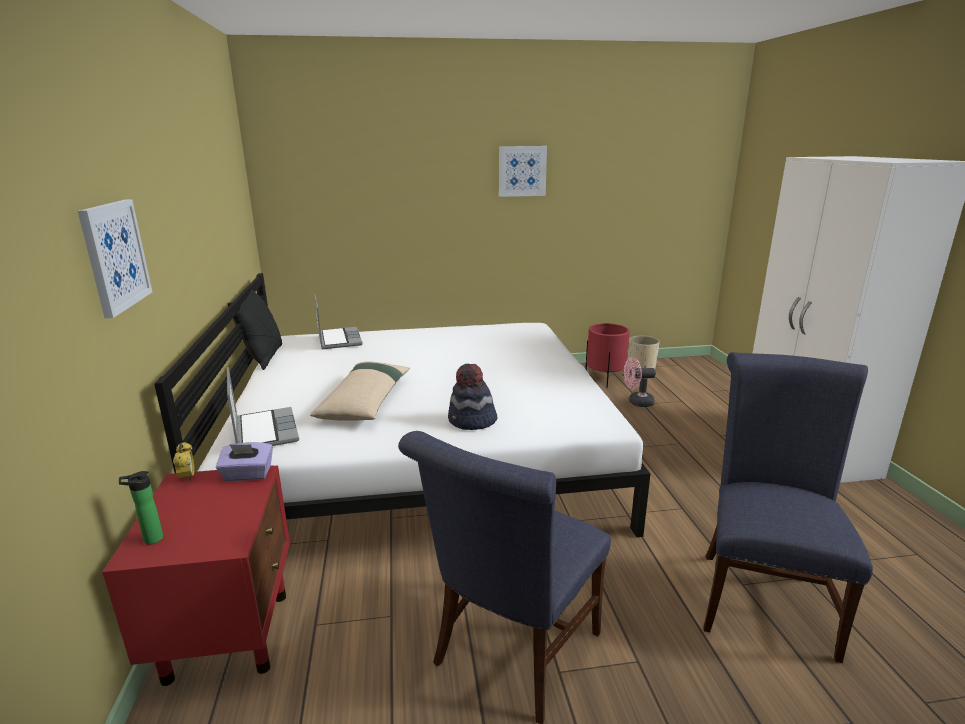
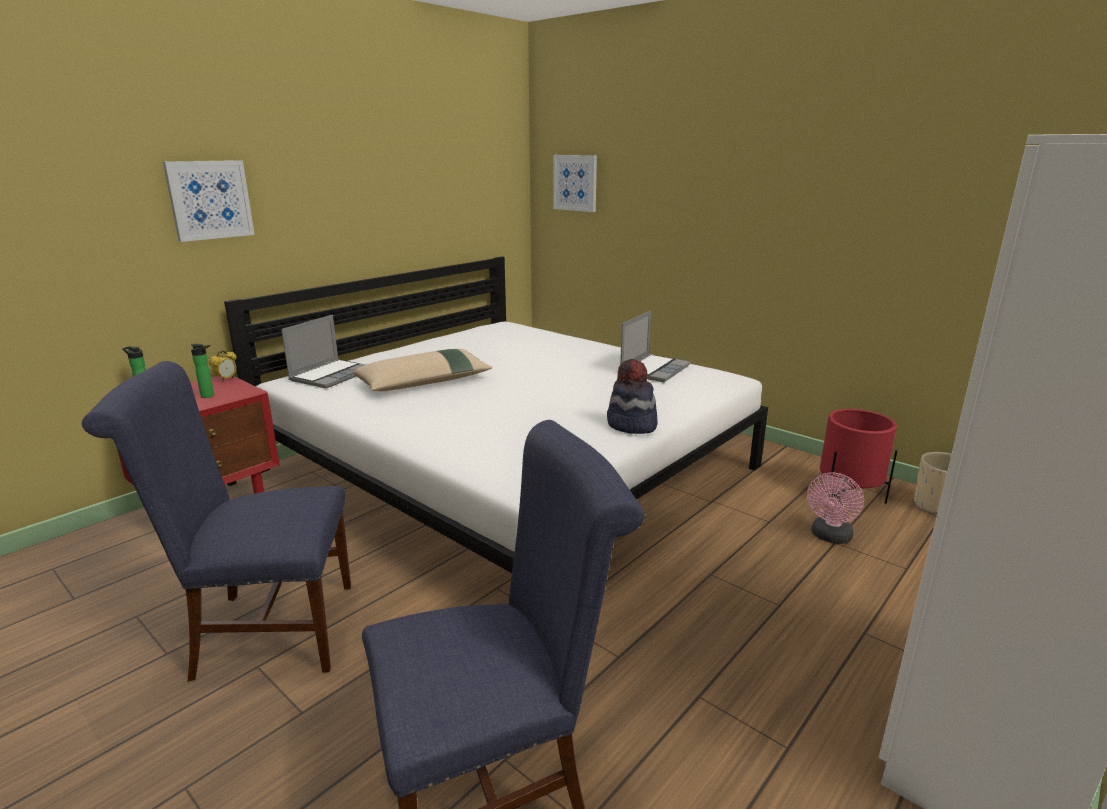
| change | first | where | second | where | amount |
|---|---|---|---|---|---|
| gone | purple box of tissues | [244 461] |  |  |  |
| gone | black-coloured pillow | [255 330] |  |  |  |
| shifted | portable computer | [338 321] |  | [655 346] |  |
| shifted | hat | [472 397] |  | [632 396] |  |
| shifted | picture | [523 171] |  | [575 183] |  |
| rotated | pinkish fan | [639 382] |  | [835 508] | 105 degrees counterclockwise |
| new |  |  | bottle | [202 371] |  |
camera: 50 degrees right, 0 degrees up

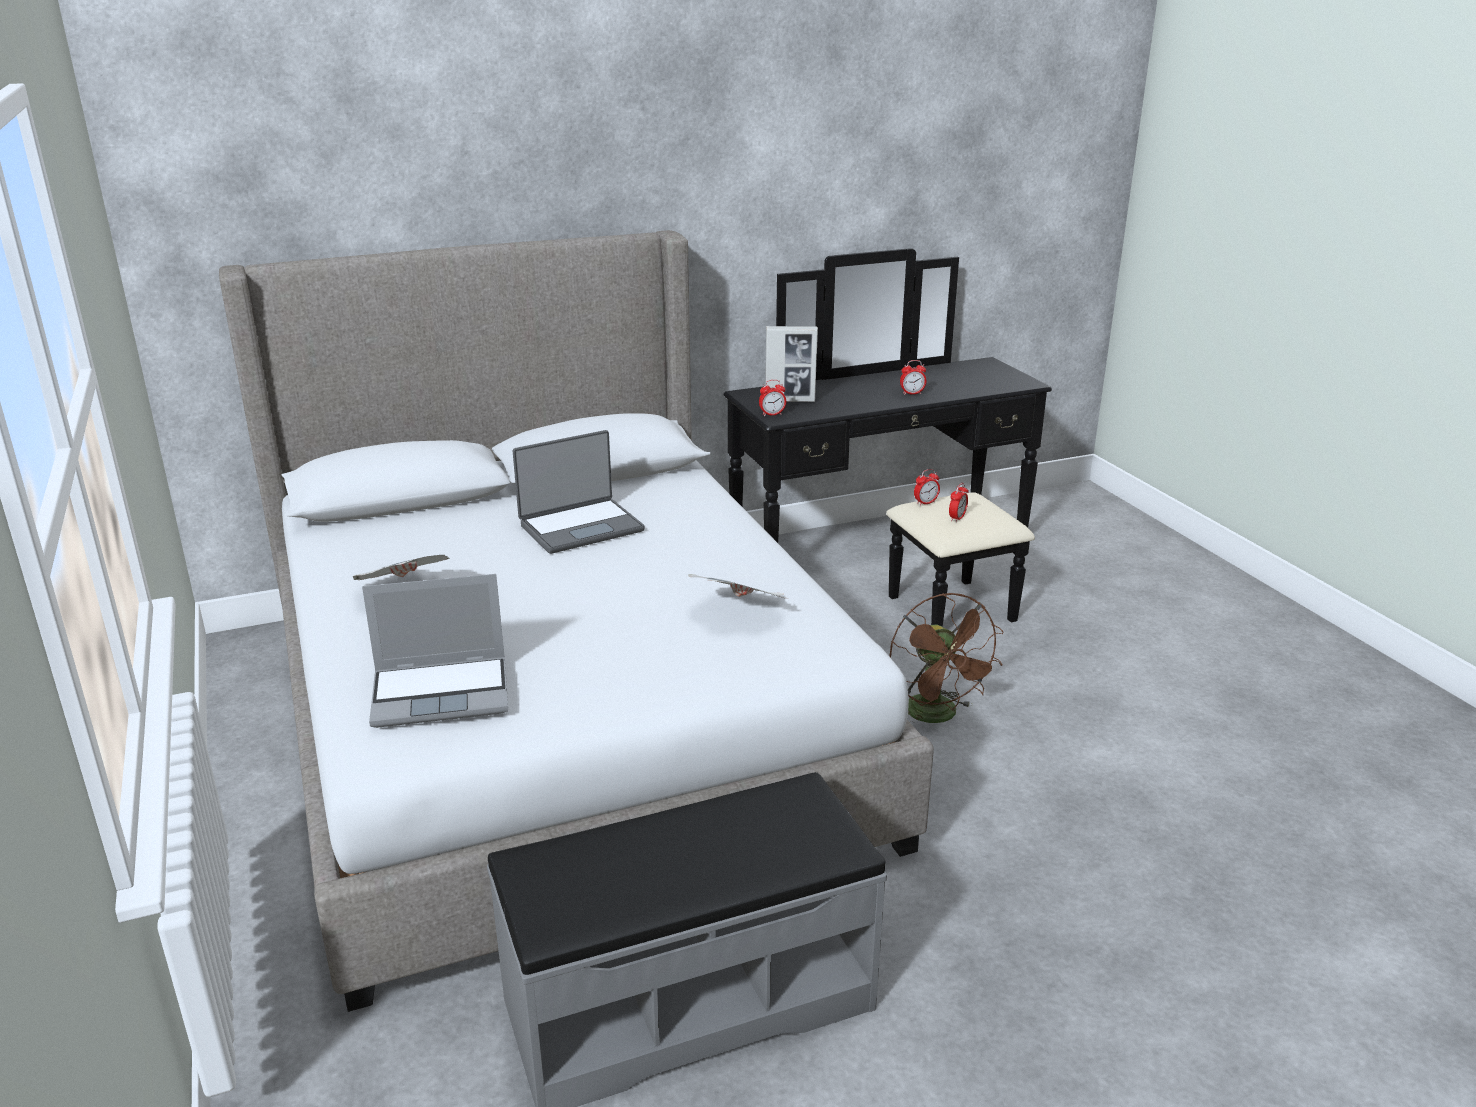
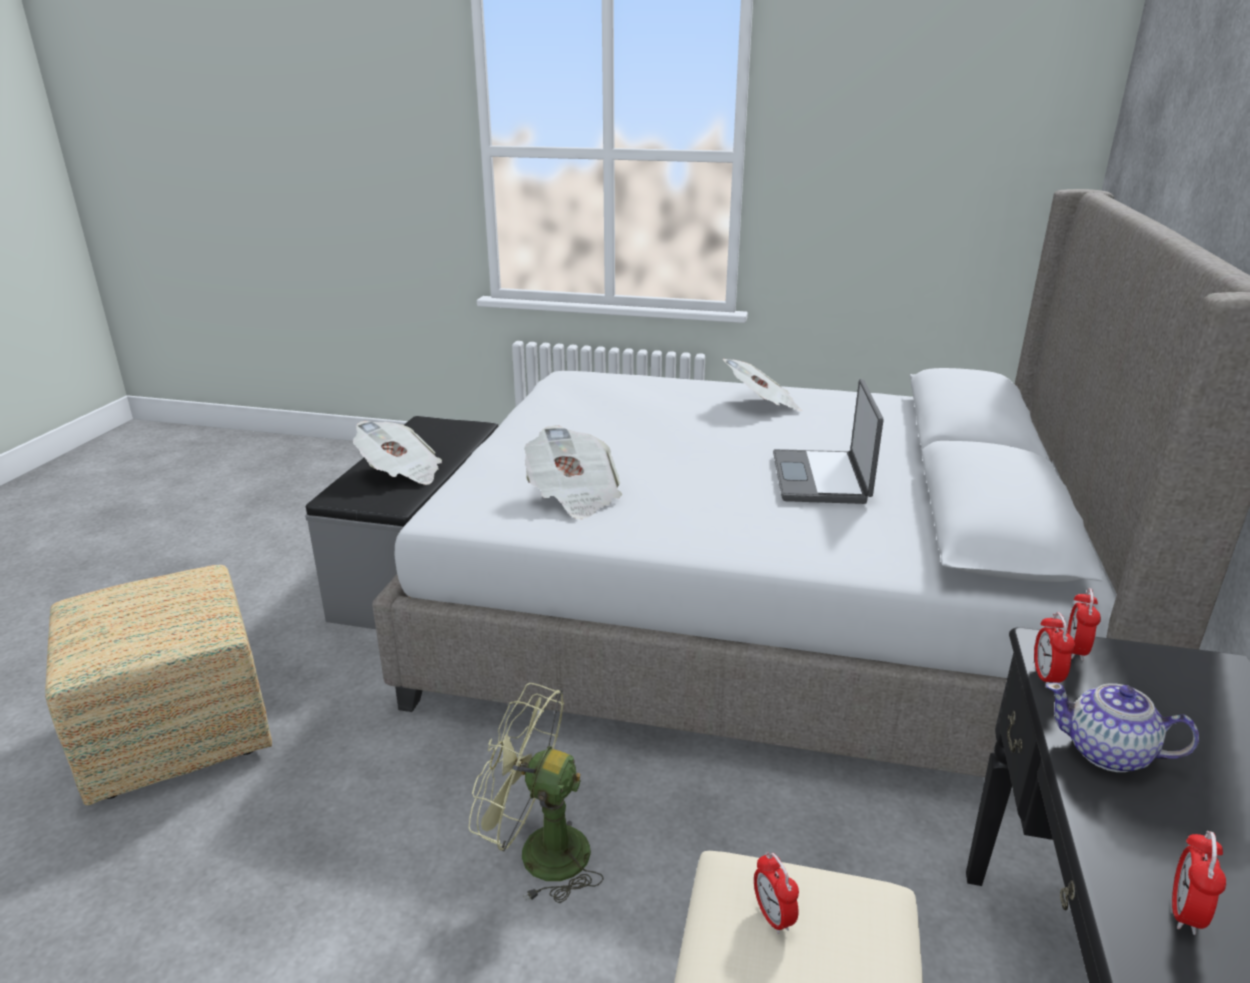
| change | first | where | second | where | amount |
|---|---|---|---|---|---|
| gone | portable computer | [435 651] |  |  |  |
| gone | picture frame | [791 364] |  |  |  |
| repainted | brown fan | [946 658] | greenish fan | [536 793] |  |
| shifted | alarm clock | [927 487] |  | [1054 650] |  |
| new |  |  | pouffe | [158 685] |  |
| new |  |  | daily paper | [397 453] |  |
| new |  |  | teapot | [1122 727] |  |
camera: 125 degrees right, 0 degrees up

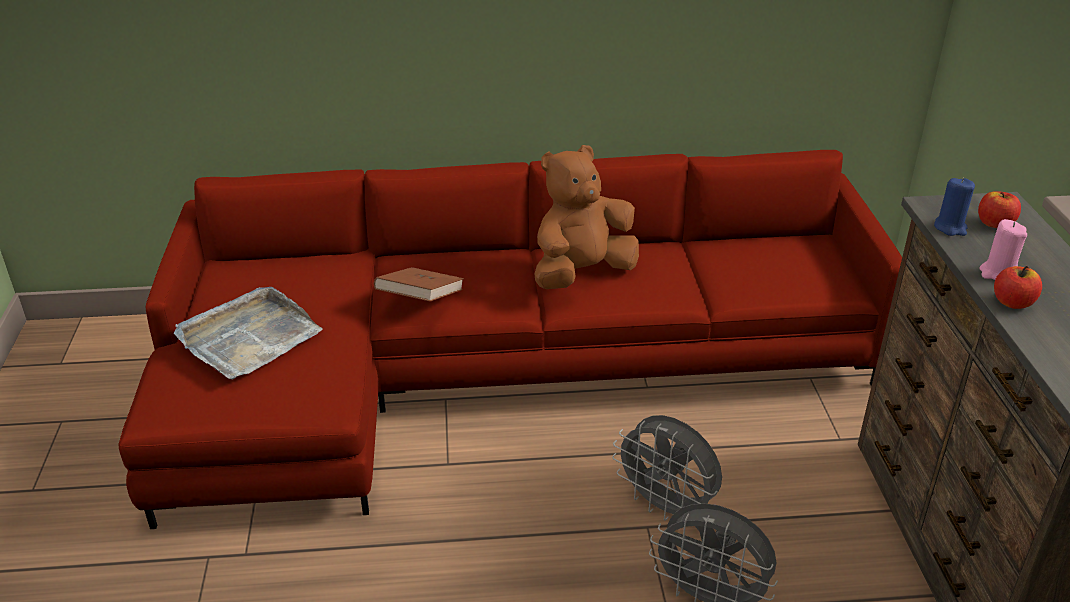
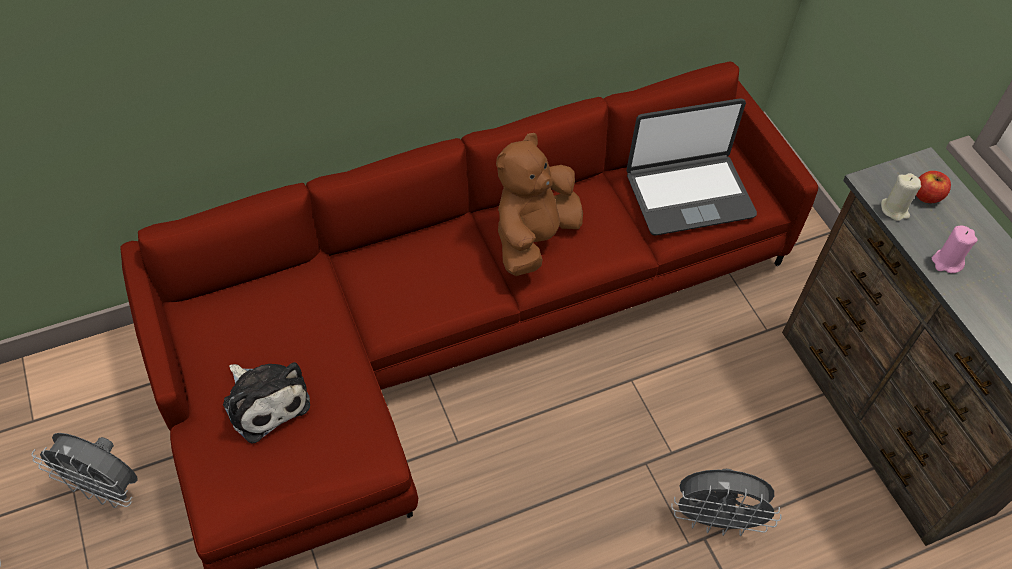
| change | first | where | second | where | amount |
|---|---|---|---|---|---|
| swapped | grey carrying tray | [248 333] | cuddly toy | [266 403] |  |
| gone | brown volume | [419 284] |  |  |  |
| shifted | grey fan | [667 468] |  | [84 470] |  |
| repainted | blue wax light | [954 207] | beige-coloured wax light | [901 197] |  |
| gone | whole apple | [1018 287] |  |  |  |
| new |  |  | portable computer | [691 167] |  |
camera: 20 degrees left, 20 degrees up

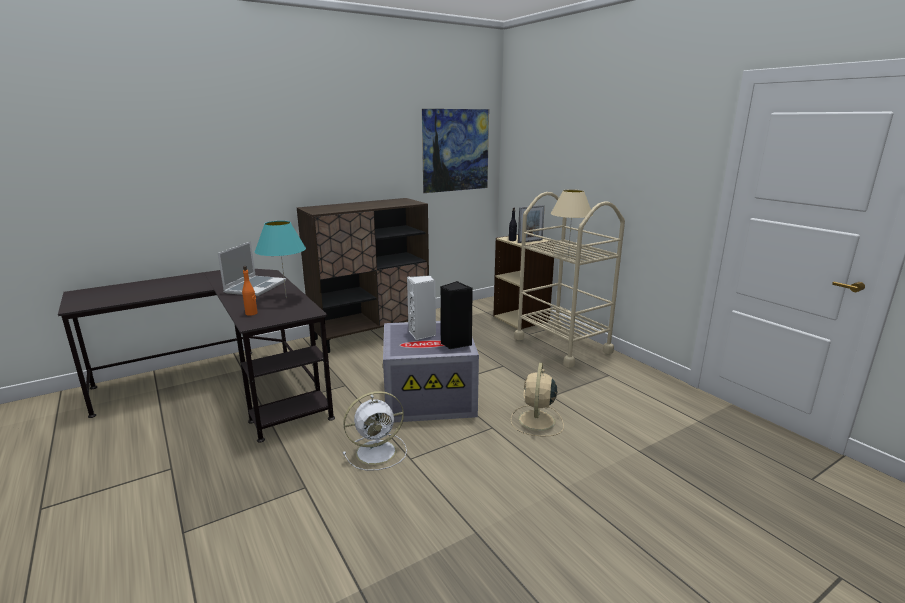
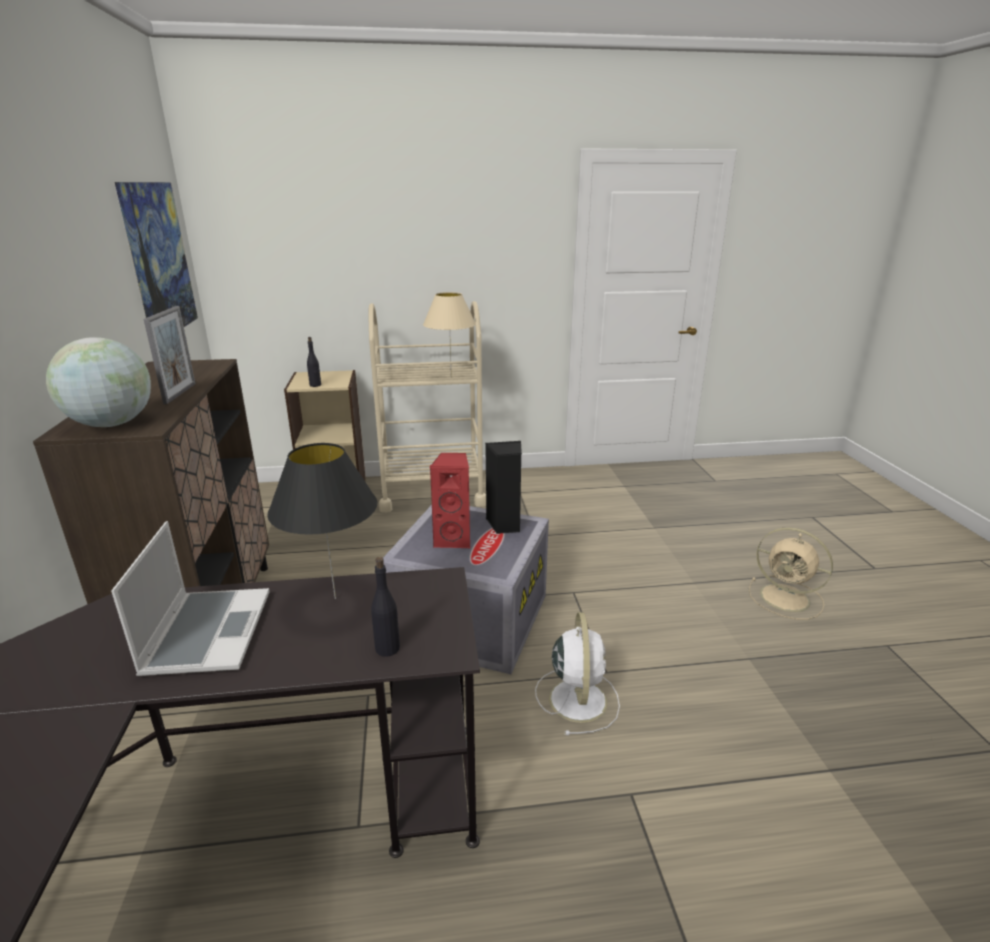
| change | first | where | second | where | amount |
|---|---|---|---|---|---|
| rotated | portable computer | [252 268] |  | [190 598] | 45 degrees clockwise |
| repainted | orangey bottle | [250 291] | black-coloured bottle | [385 607] |  |
| repainted | turquoise-coloured tabletop lamp | [280 259] | black-coloured tabletop lamp | [322 521] |  |
| repainted | white loudspeaker | [421 307] | red loudspeaker | [450 500] |  |
| shifted | beige-coloured fan | [537 399] |  | [791 573] |  |
| shifted | picture frame | [531 224] |  | [170 355] |  |
| new |  |  | globe | [98 382] |  |
camera: 65 degrees left, 5 degrees up

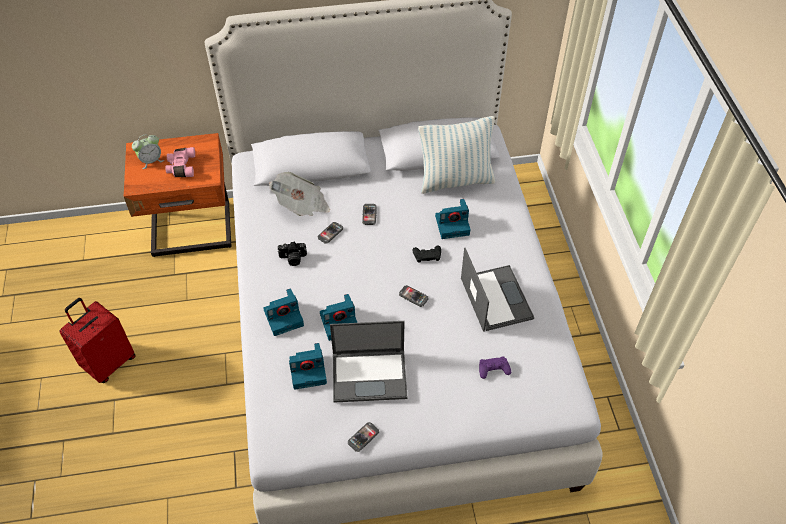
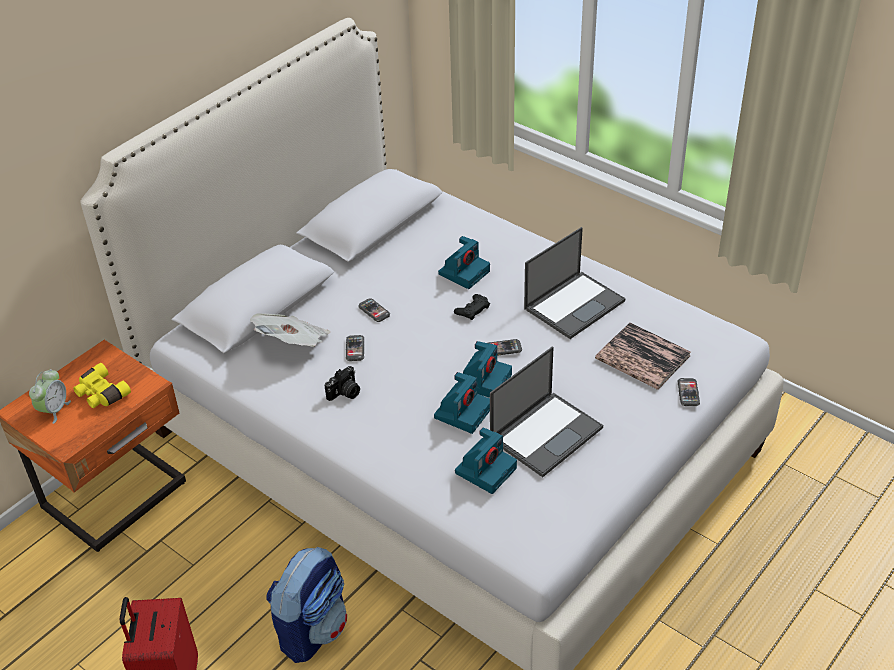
| change | first | where | second | where | amount |
|---|---|---|---|---|---|
| repainted | pinkish field glasses | [180 162] | yellow field glasses | [102 385] |  |
| shifted | photo camera | [283 312] |  | [485 369] |  |
| shifted | phone | [363 437] |  | [688 392] |  |
| gone | pillow | [456 155] |  |  |  |
| rotated | portable computer | [497 290] |  | [574 283] | 105 degrees clockwise |
| swapped | purple game controller | [495 367] | volume | [643 356] |  |
| new |  |  | backpack | [306 605] |  |
camera: 40 degrees left, 10 degrees down

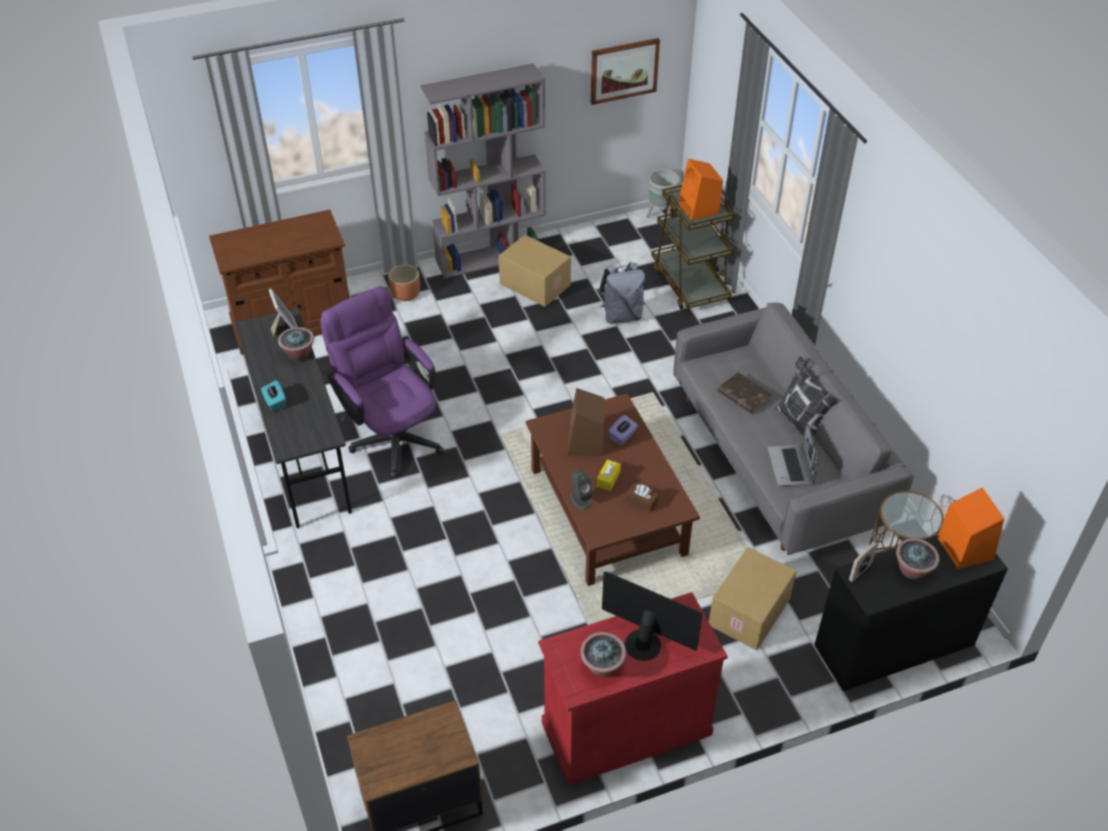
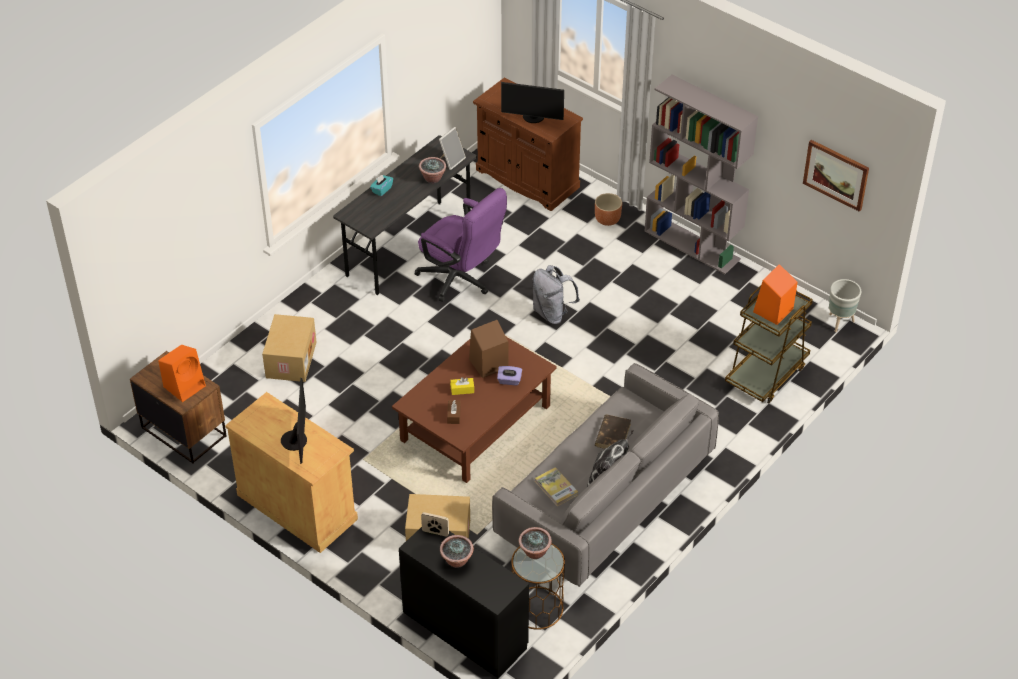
| change | first | where | second | where | amount |
|---|---|---|---|---|---|
| rotated | purple office chair | [382 382] |  | [461 245] | 105 degrees clockwise |
| shifted | carton | [535 271] |  | [289 348] |  |
| repainted | red cabinet | [633 689] | beige-coloured cabinet | [291 472] |  |
| gone | grey loudspeaker | [581 489] |  |  |  |
| shifted | houseplant | [603 654] |  | [535 543] |  |
| shifted | grey backpack | [622 293] |  | [556 294] |  |
| swapped | portable computer | [793 454] | volume | [556 486] |  |
| shifted | orangey loudspeaker | [971 528] |  | [182 373] |  |
| new |  |  | monitor | [532 102] |  |
camera: 60 degrees right, 0 degrees up

